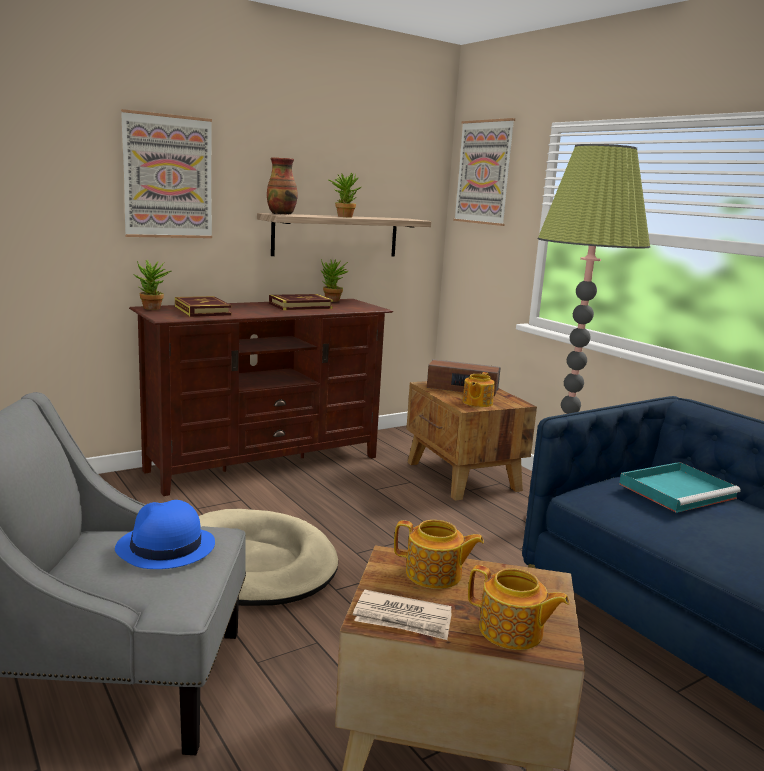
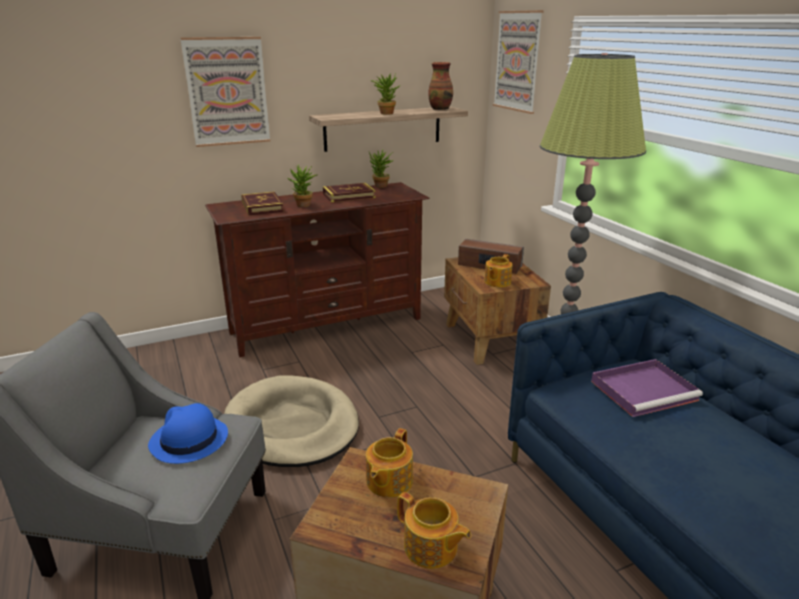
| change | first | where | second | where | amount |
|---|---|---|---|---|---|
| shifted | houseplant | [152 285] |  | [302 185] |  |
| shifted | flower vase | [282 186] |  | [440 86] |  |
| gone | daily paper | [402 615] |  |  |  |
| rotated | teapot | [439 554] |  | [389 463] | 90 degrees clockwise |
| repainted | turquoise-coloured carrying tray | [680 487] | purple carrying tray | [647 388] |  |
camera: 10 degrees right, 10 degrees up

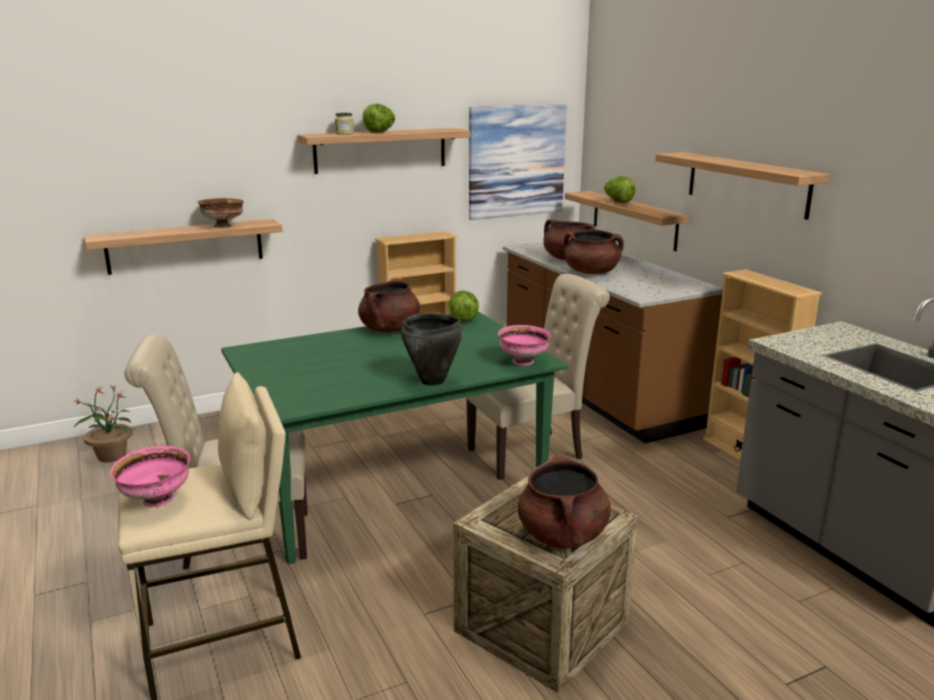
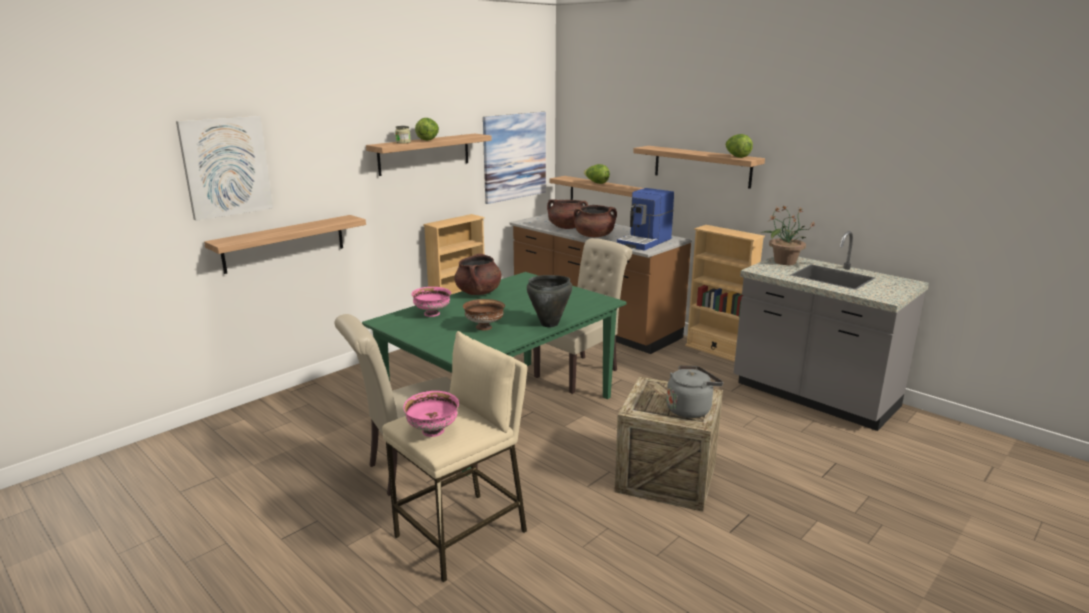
| change | first | where | second | where | amount |
|---|---|---|---|---|---|
| shifted | houseplant | [105 423] |  | [788 235] |  |
| shifted | brown deep dish | [220 213] |  | [484 314] |  |
| shifted | lettuce head | [464 306] |  | [739 146] |  |
| shifted | pinkish deep dish | [524 345] |  | [431 302] |  |
| swapped | brown saucepot | [564 501] | grey tea kettle | [694 392] |  |
| new |  |  | picture | [224 168] |  |
| new |  |  | coffee brewer | [645 219] |  |
camera: 20 degrees left, 0 degrees up

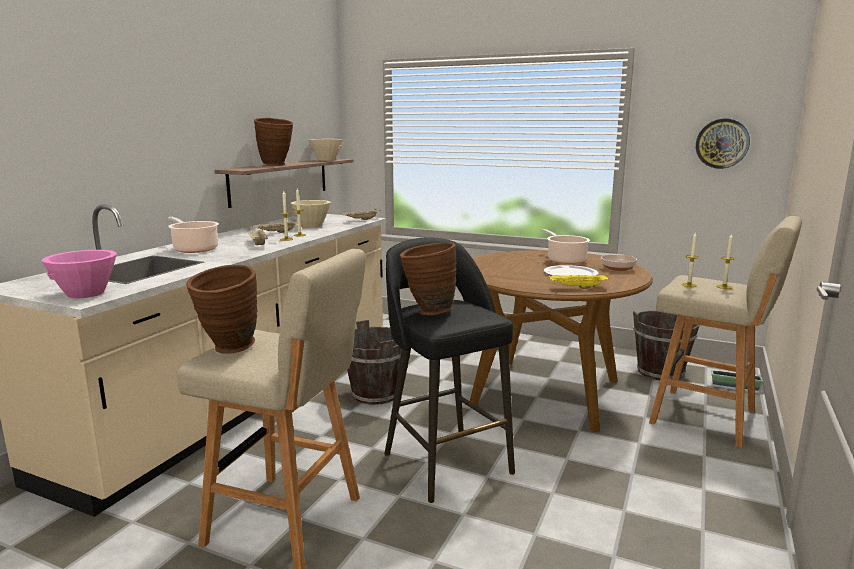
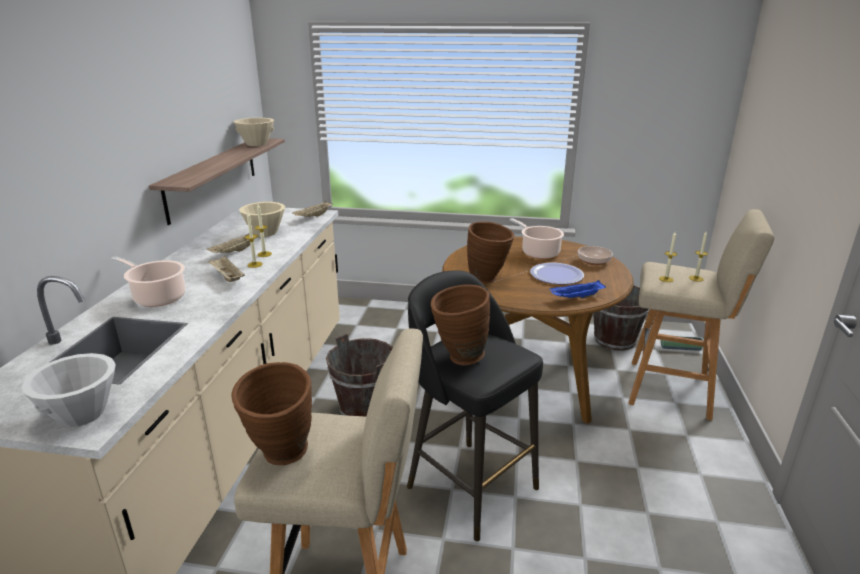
| change | first | where | second | where | amount |
|---|---|---|---|---|---|
| repainted | pinkish deep dish | [79 274] | white deep dish | [68 390] |  |
| shifted | brown flower vase | [273 142] |  | [491 252] |  |
| repainted | yellow carrying tray | [579 281] | blue carrying tray | [577 290] |  |
| gone | hanging clock | [723 144] |  |  |  |
camera: 15 degrees left, 10 degrees up

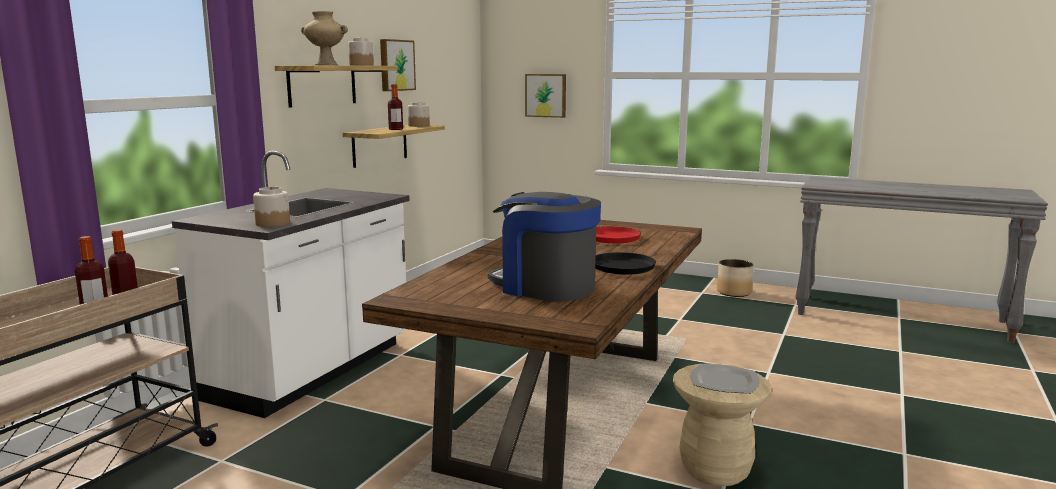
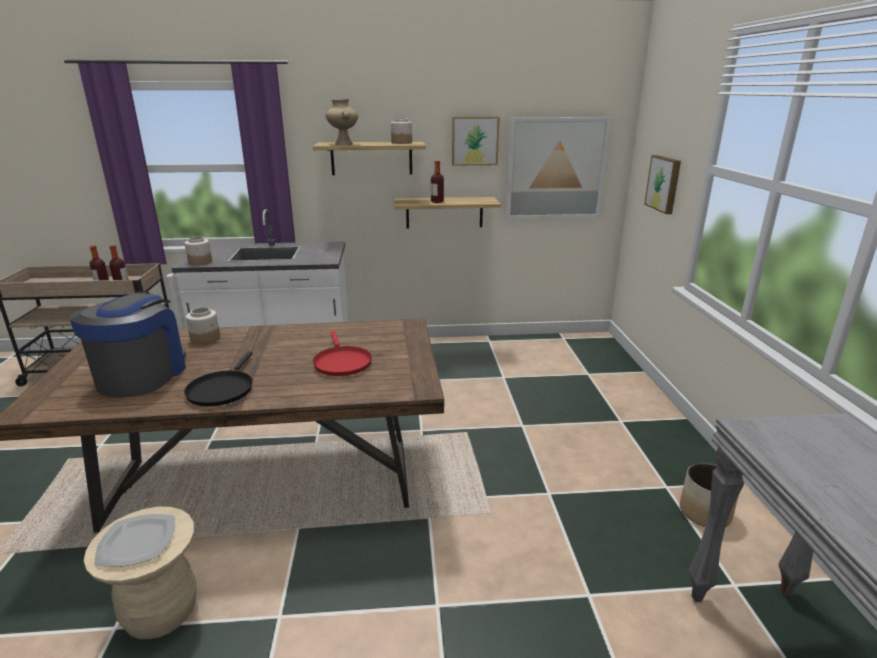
| change | first | where | second | where | amount |
|---|---|---|---|---|---|
| shifted | storage jar | [419 114] |  | [203 326] |  |
| new |  |  | picture | [558 168] |  |
camera: 60 degrees right, 10 degrees up

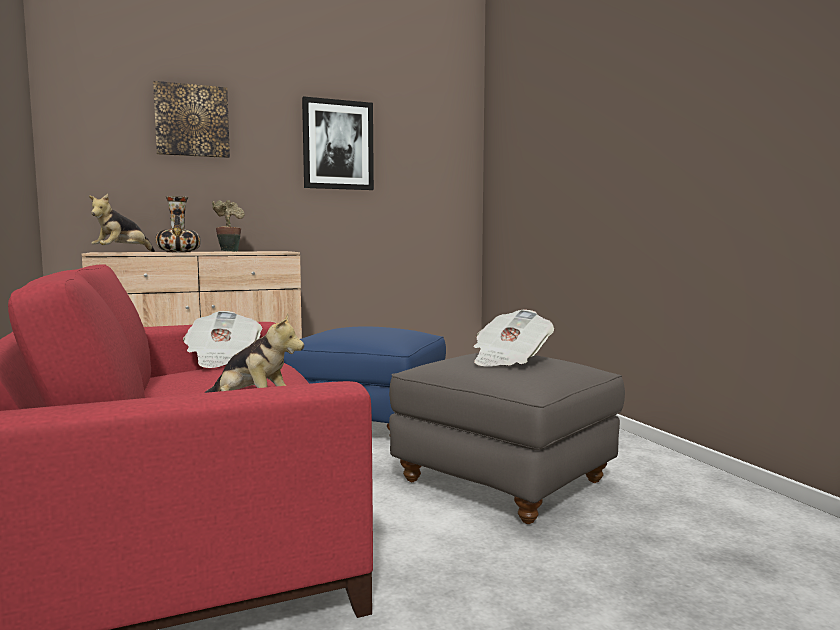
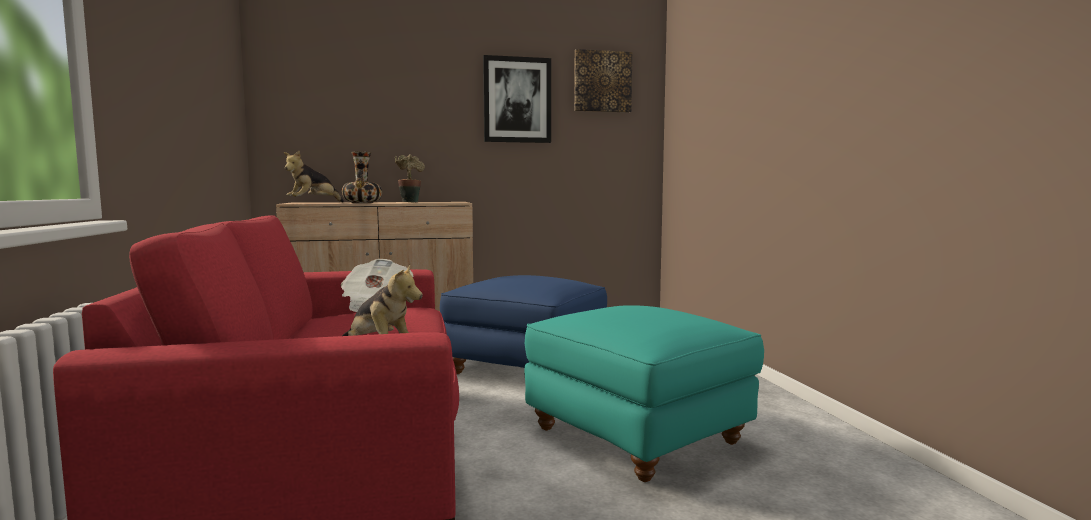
| change | first | where | second | where | amount |
|---|---|---|---|---|---|
| shifted | picture | [191 119] |  | [603 80] |  |
| repainted | grey pouffe | [507 438] | turquoise-coloured pouffe | [644 393] |  |
| gone | daily paper | [513 338] |  |  |  |
camera: 10 degrees right, 0 degrees up

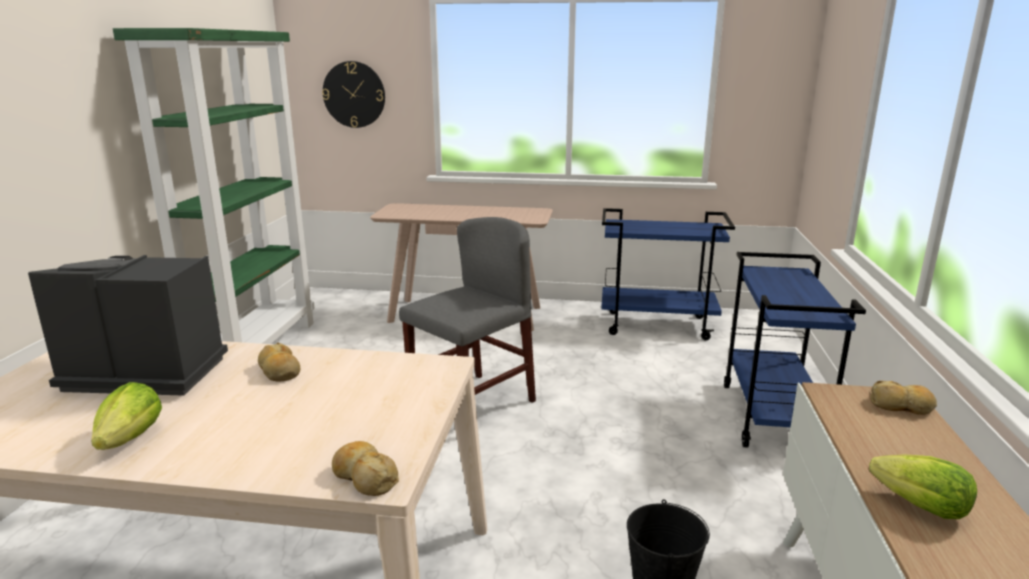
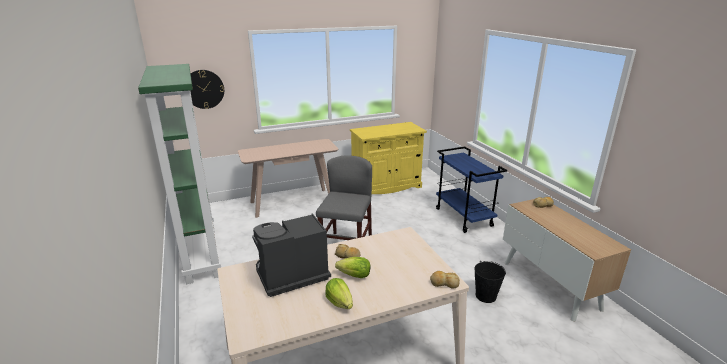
| change | first | where | second | where | amount |
|---|---|---|---|---|---|
| swapped | blue wheeled cart | [668 274] | yellow cabinet | [388 158] |  |
| shifted | lettuce head | [923 486] |  | [353 267] |  |
camera: 30 degrees left, 5 degrees up

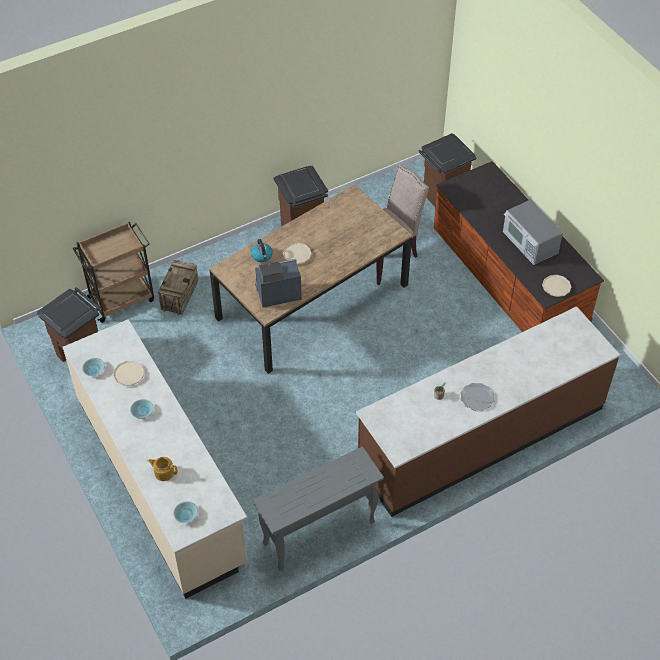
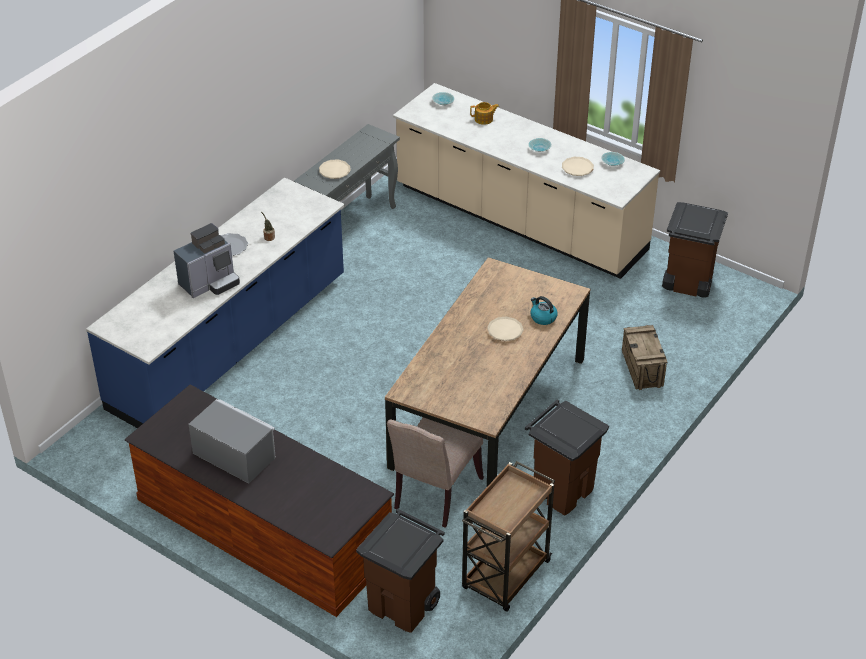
| change | first | where | second | where | amount |
|---|---|---|---|---|---|
| shifted | brown wheeled cart | [113 272] |  | [508 536] |  |
| shifted | coffee brewer | [278 283] |  | [207 260] |  |
| repainted | brown kitchen base unit | [488 411] | blue kitchen base unit | [215 302] |  |
| shifted | beige-coloured dinner plate | [556 286] |  | [335 169] |  |
camera: 155 degrees right, 10 degrees down

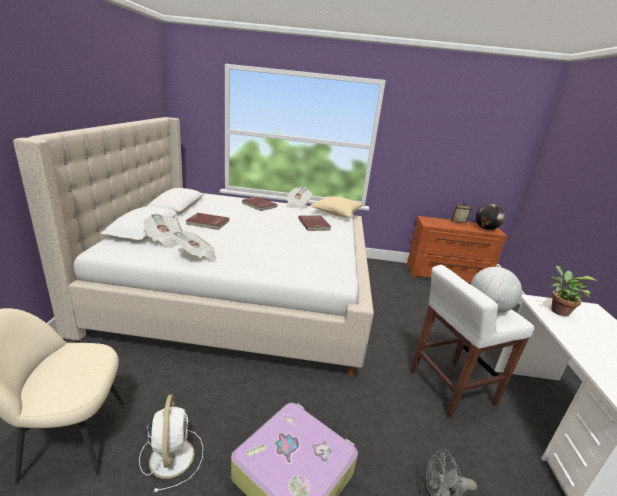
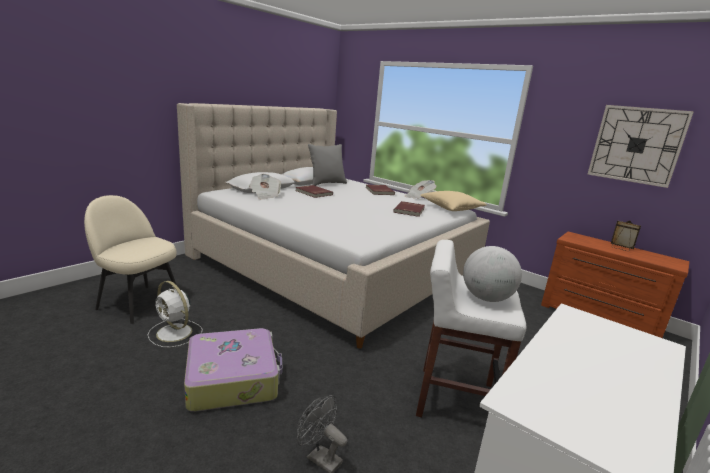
| change | first | where | second | where | amount |
|---|---|---|---|---|---|
| rotated | white fan | [171 443] |  | [175 314] | 105 degrees clockwise |
| gone | daily paper | [195 245] |  |  |  |
| gone | globe | [490 217] |  |  |  |
| gone | houseplant | [574 291] |  |  |  |
| new |  |  | grey pillow | [327 165] |  |
| new |  |  | hanging clock | [640 146] |  |
camera: 35 degrees right, 5 degrees down

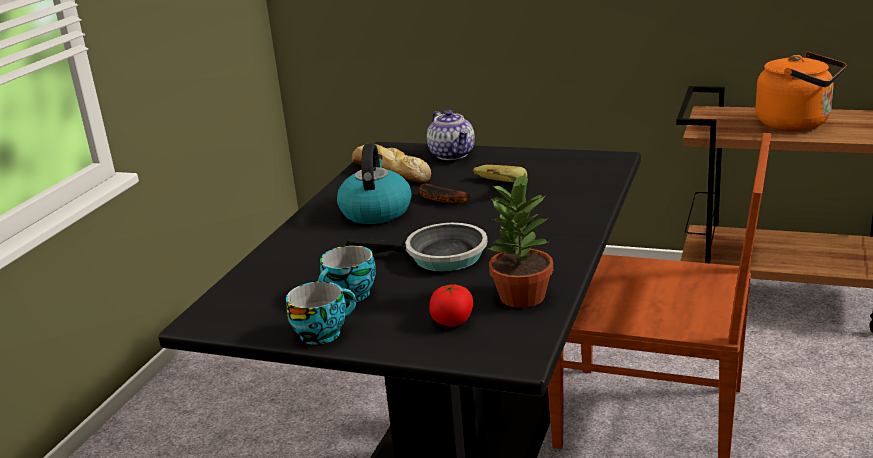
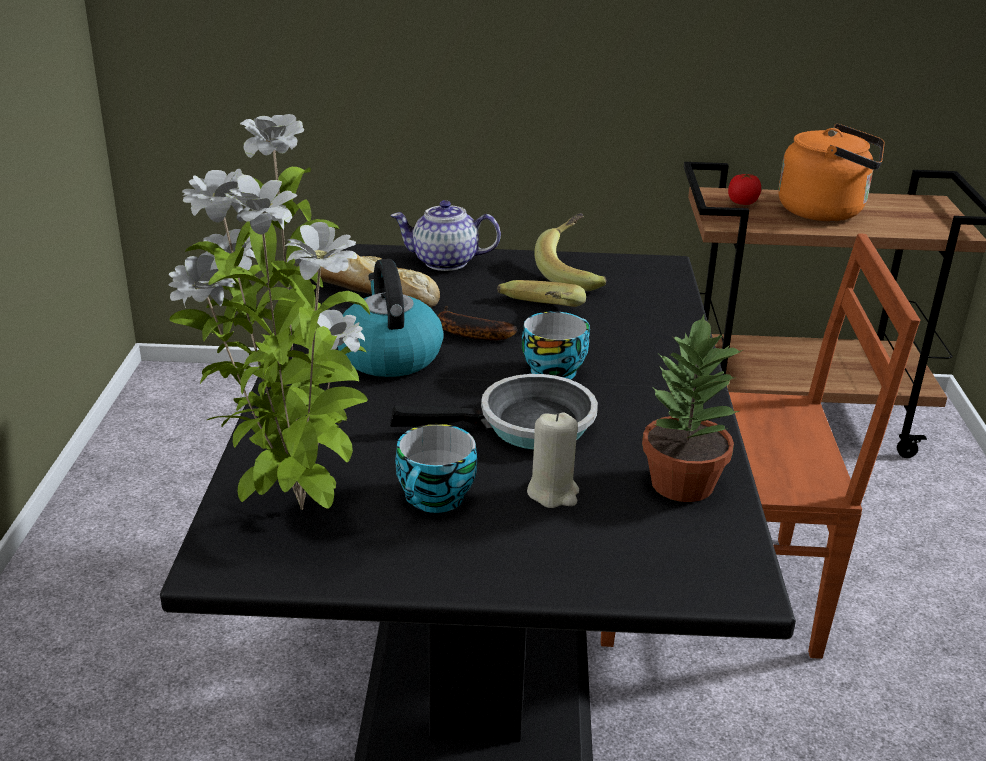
| change | first | where | second | where | amount |
|---|---|---|---|---|---|
| shifted | cup | [321 313] |  | [556 345] |  |
| rotated | teapot | [451 135] |  | [446 235] | 135 degrees clockwise |
| shifted | tomato | [451 305] |  | [744 189] |  |
| new |  |  | houseplant | [269 312] |  |
| new |  |  | beige-coloured wax light | [553 460] |  |
| new |  |  | banana fruit | [570 252] |  |
camera: 20 degrees left, 5 degrees up

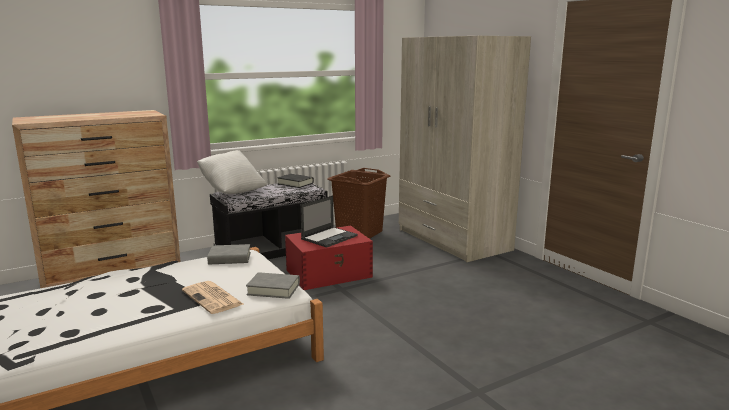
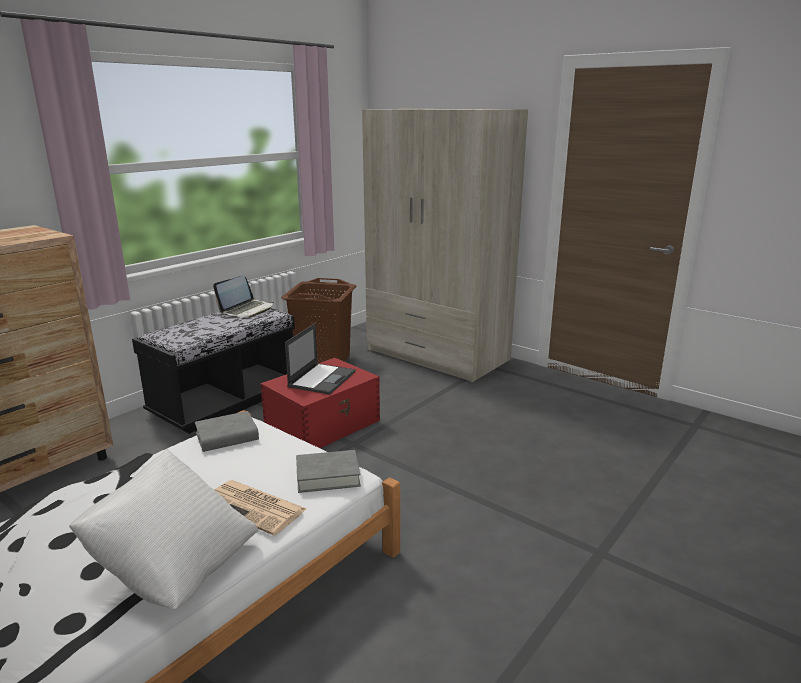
| change | first | where | second | where | amount |
|---|---|---|---|---|---|
| shifted | white pillow | [232 172] |  | [163 529] |  |
| swapped | black-coloured volume | [295 181] | portable computer | [243 296] |  |
camera: 20 degrees left, 5 degrees up

